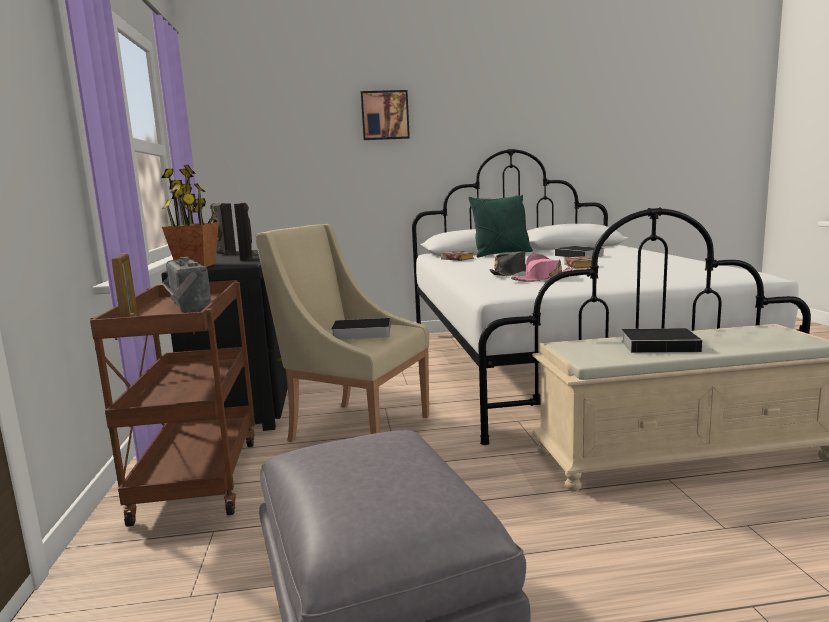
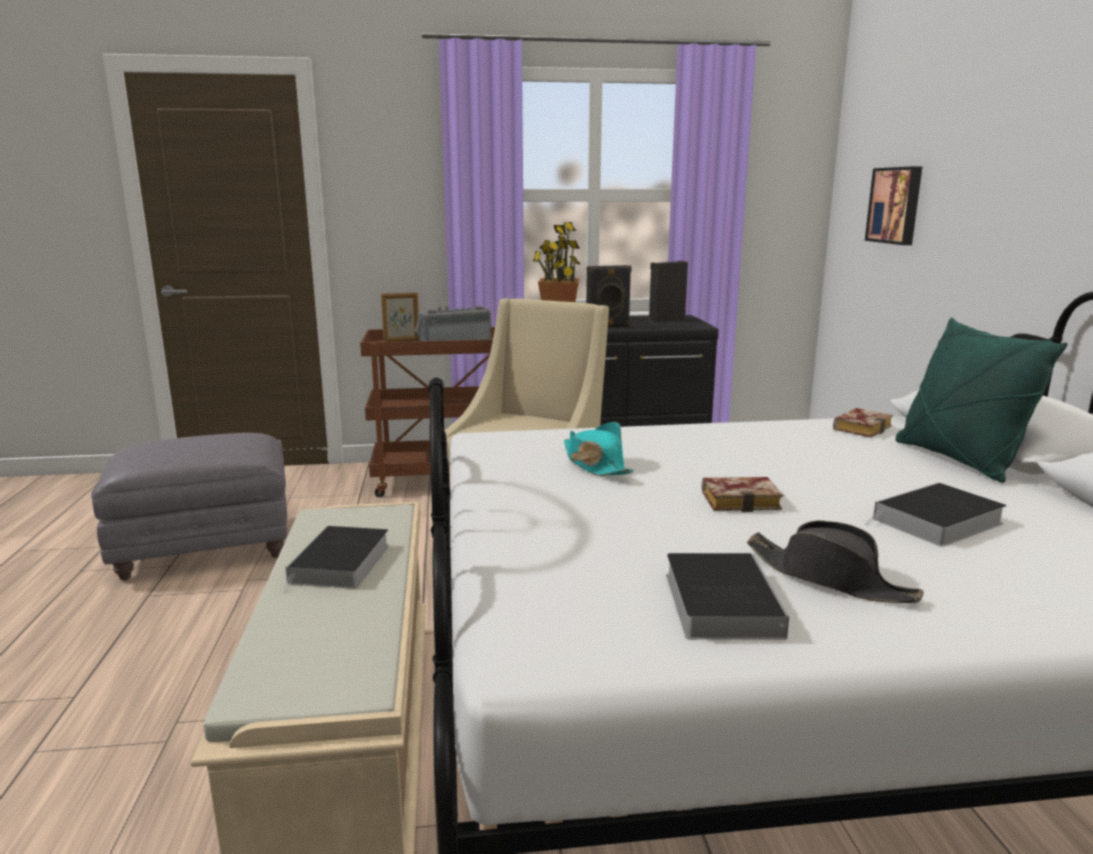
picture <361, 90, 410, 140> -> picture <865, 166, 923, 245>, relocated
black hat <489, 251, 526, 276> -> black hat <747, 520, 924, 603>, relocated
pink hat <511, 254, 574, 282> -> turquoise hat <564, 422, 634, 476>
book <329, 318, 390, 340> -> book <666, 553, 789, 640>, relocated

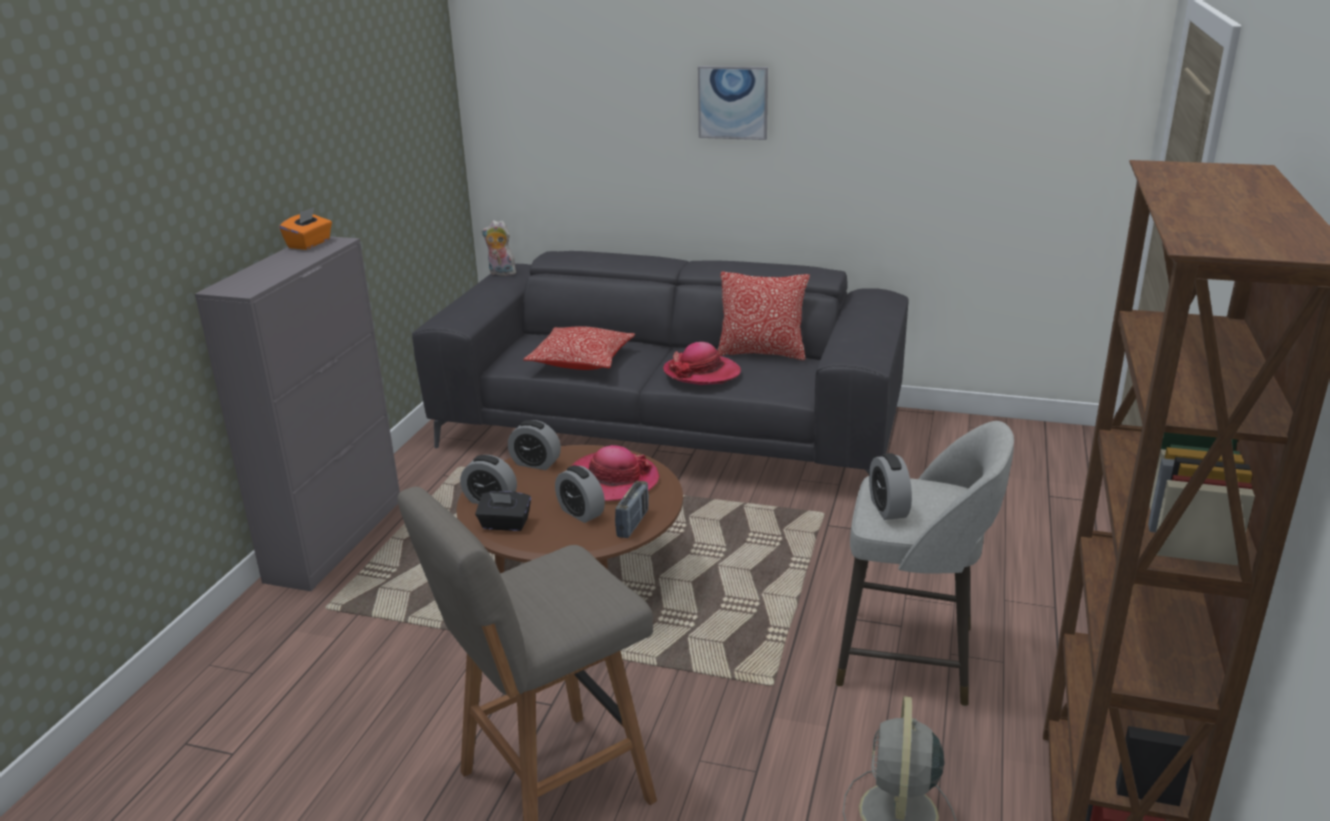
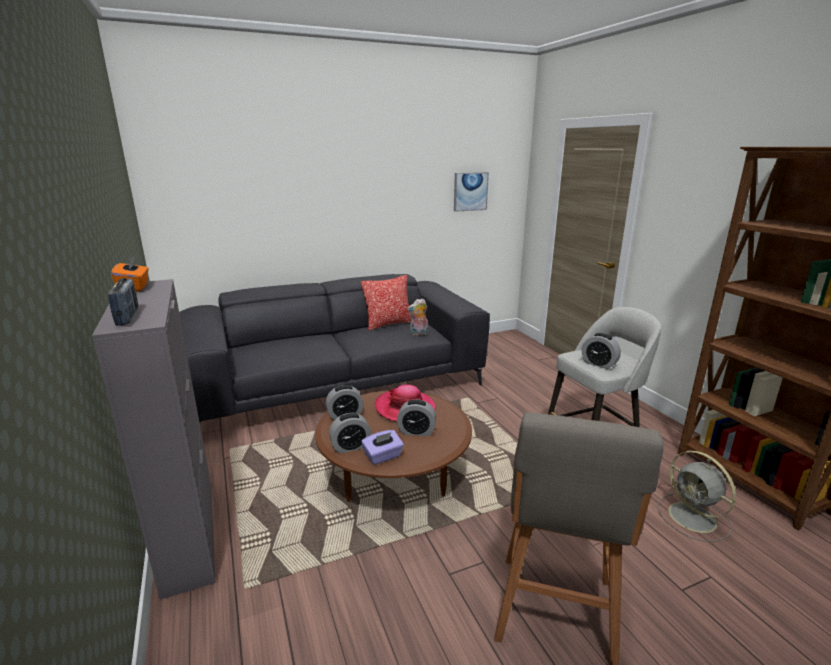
picture <698, 66, 768, 140> -> picture <454, 172, 489, 212>, relocated
plush toy <482, 220, 516, 276> -> plush toy <407, 298, 428, 336>, relocated
pillow <523, 326, 635, 370> -> none
hat <663, 342, 741, 385> -> none
radio <615, 481, 649, 538> -> radio <108, 278, 138, 326>, relocated
black tissue box <475, 491, 531, 531> -> purple tissue box <361, 430, 404, 465>

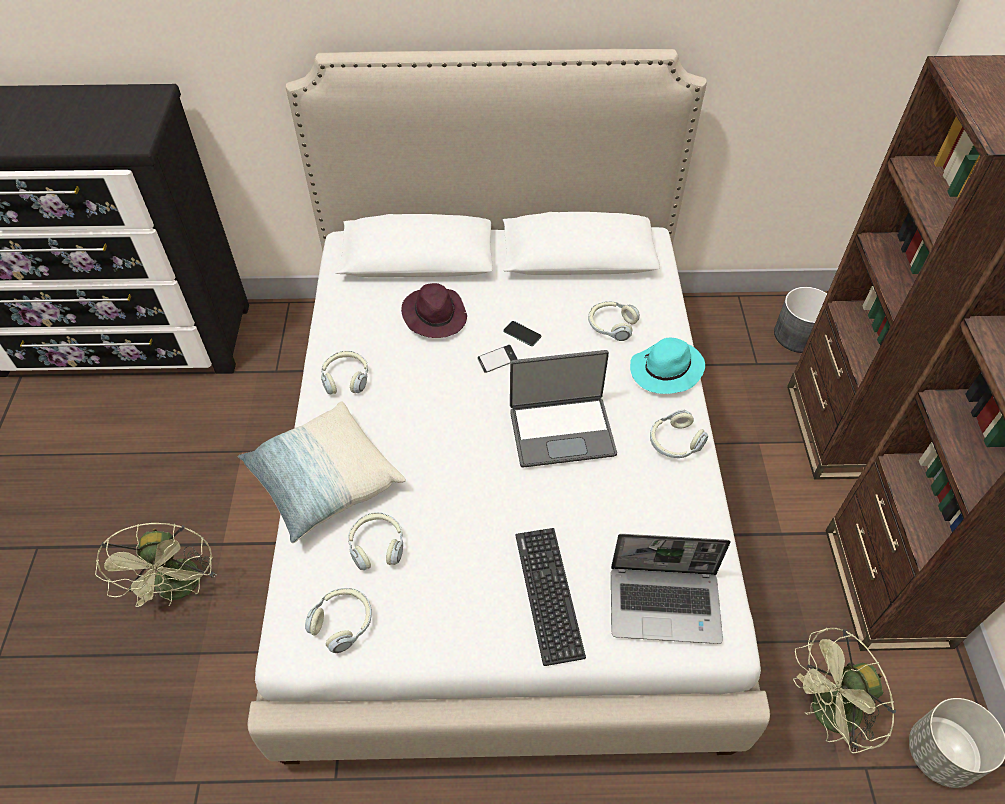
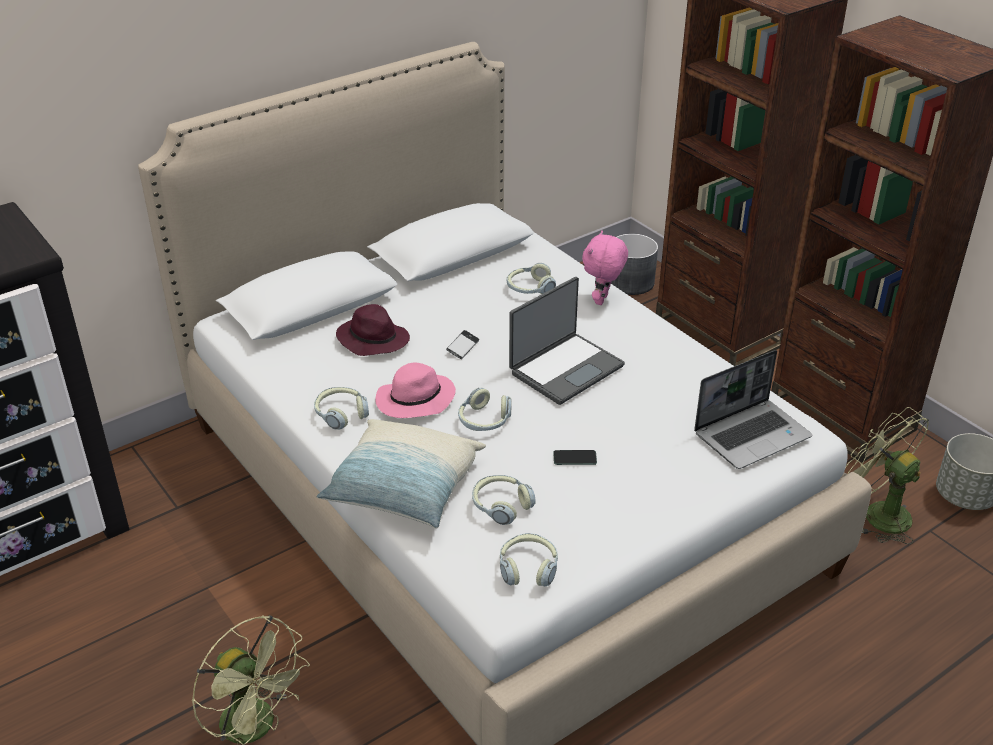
phone <503, 321, 542, 346> -> phone <553, 450, 597, 465>, relocated
turquoise hat <630, 337, 705, 394> -> pink plush toy <582, 230, 628, 305>
headphones <650, 410, 708, 458> -> headphones <458, 388, 512, 431>, relocated
keyboard <515, 528, 586, 666> -> none
green fan <793, 628, 896, 753> -> green fan <846, 407, 929, 545>, 105 degrees clockwise
none -> pink hat <375, 363, 456, 418>

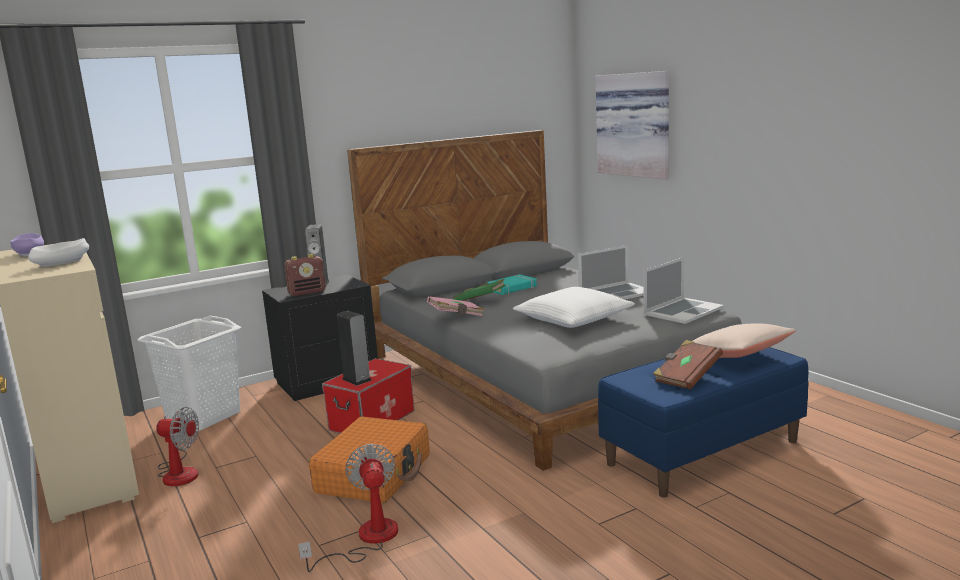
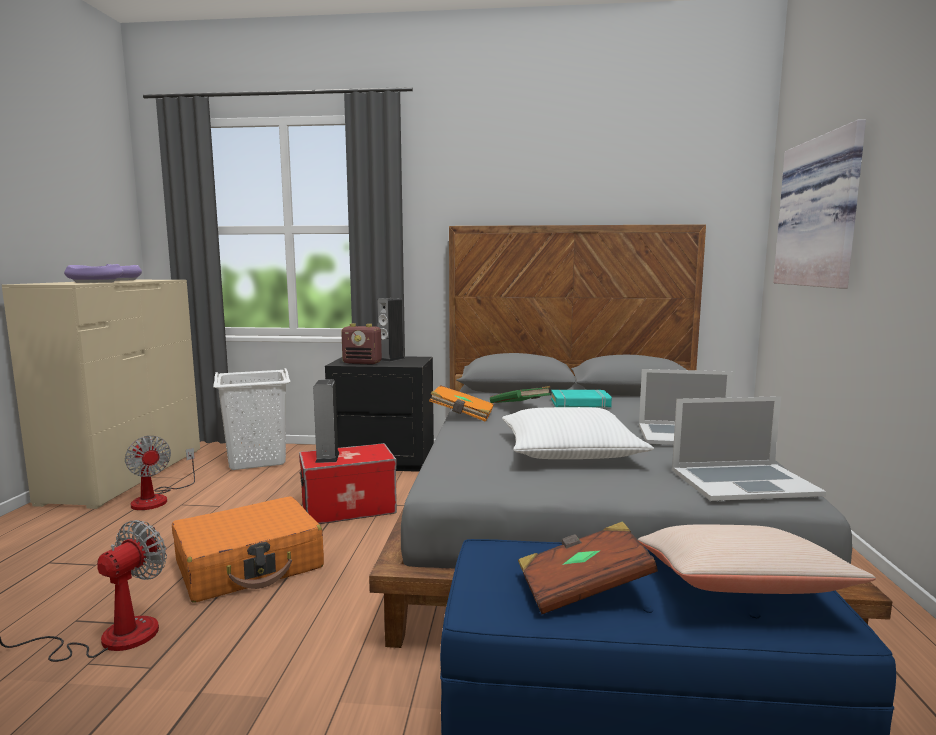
white bowl <28, 238, 89, 267> -> purple bowl <64, 264, 123, 283>
pink book <427, 296, 485, 316> -> orange book <429, 385, 494, 422>

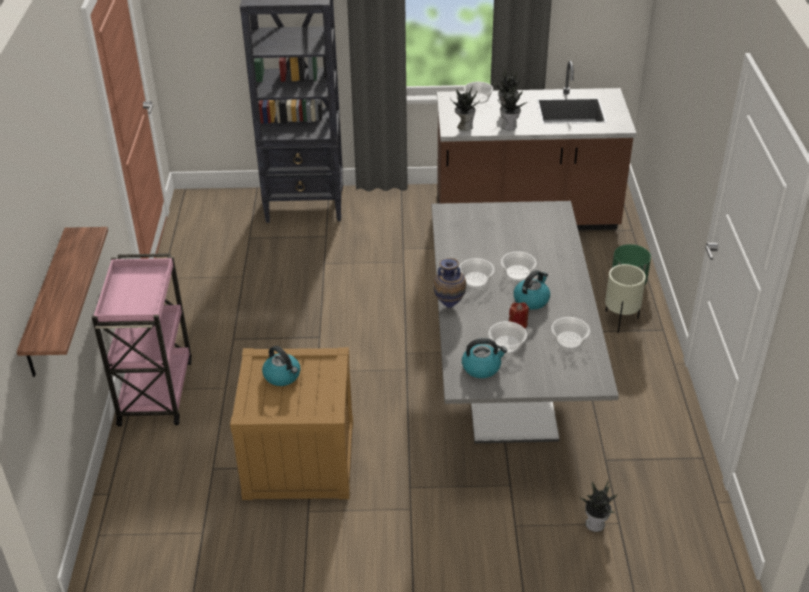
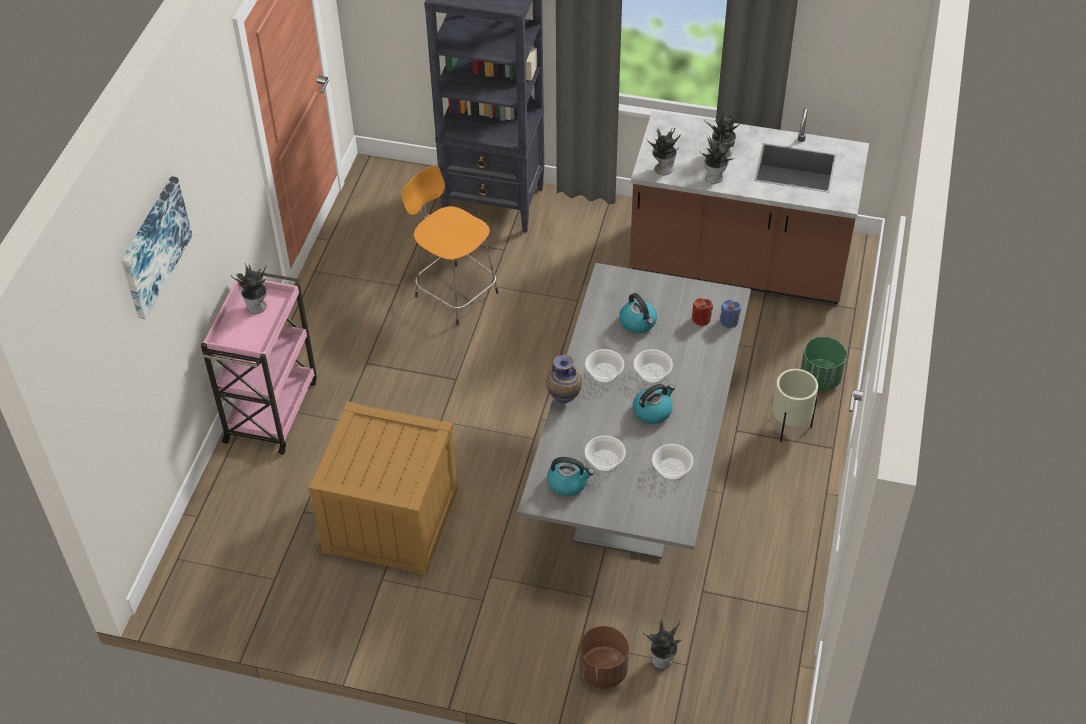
bowl <464, 82, 493, 104> -> none
shelf <16, 227, 108, 377> -> none
red candle <509, 302, 529, 328> -> red candle <692, 298, 713, 326>, relocated
kettle <262, 346, 300, 386> -> kettle <619, 293, 657, 333>, relocated
none -> orange stool <401, 165, 498, 325>
none -> picture <121, 176, 192, 319>
none -> potted plant <231, 263, 267, 314>
none -> blue candle <720, 300, 741, 328>
none -> brown planter <579, 626, 629, 689>

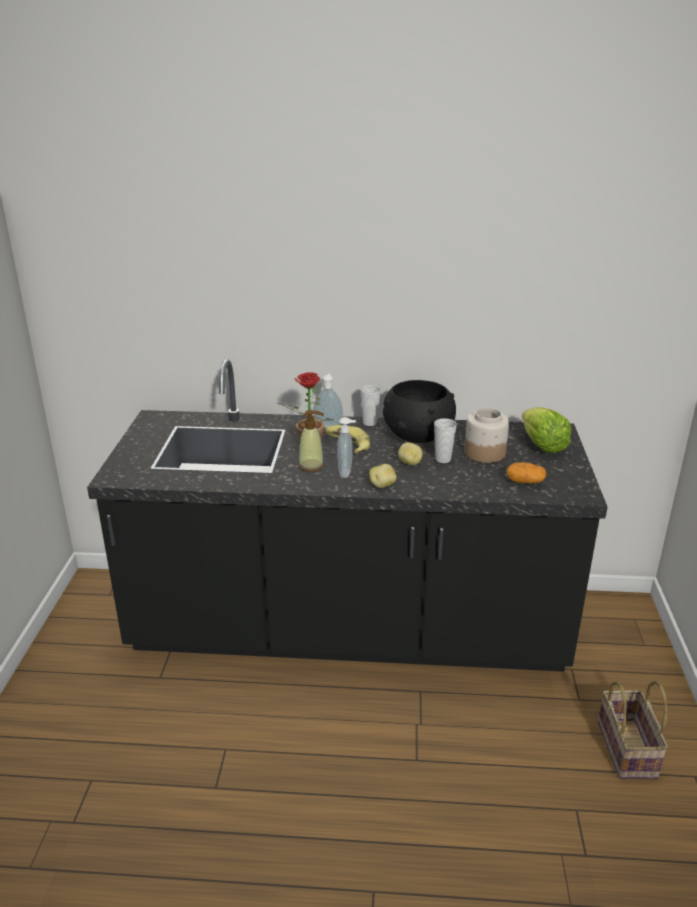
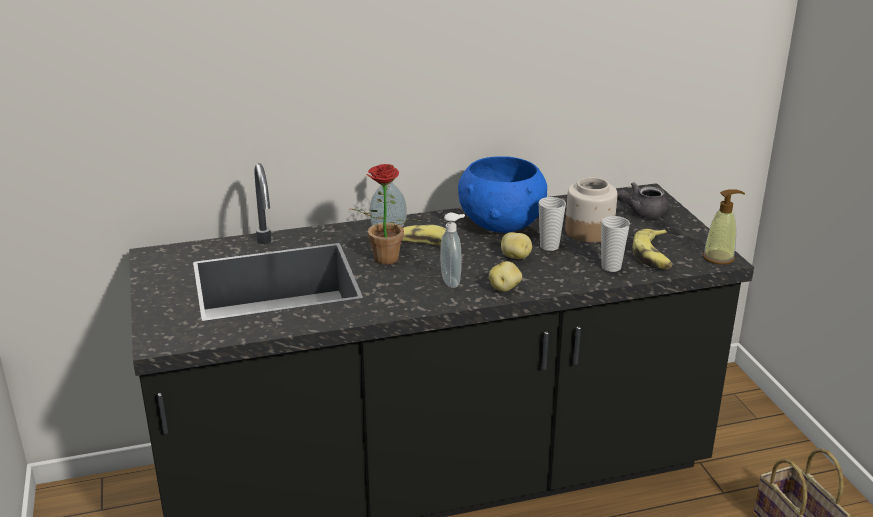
black bowl <383, 380, 456, 443> -> blue bowl <458, 157, 547, 233>
cup <360, 385, 381, 426> -> cup <601, 216, 630, 272>, relocated
lettuce <522, 407, 572, 453> -> grey teapot <617, 182, 669, 218>
soap dispenser <298, 410, 324, 472> -> soap dispenser <703, 189, 745, 265>, relocated
potato <506, 462, 547, 483> -> banana <633, 229, 672, 269>

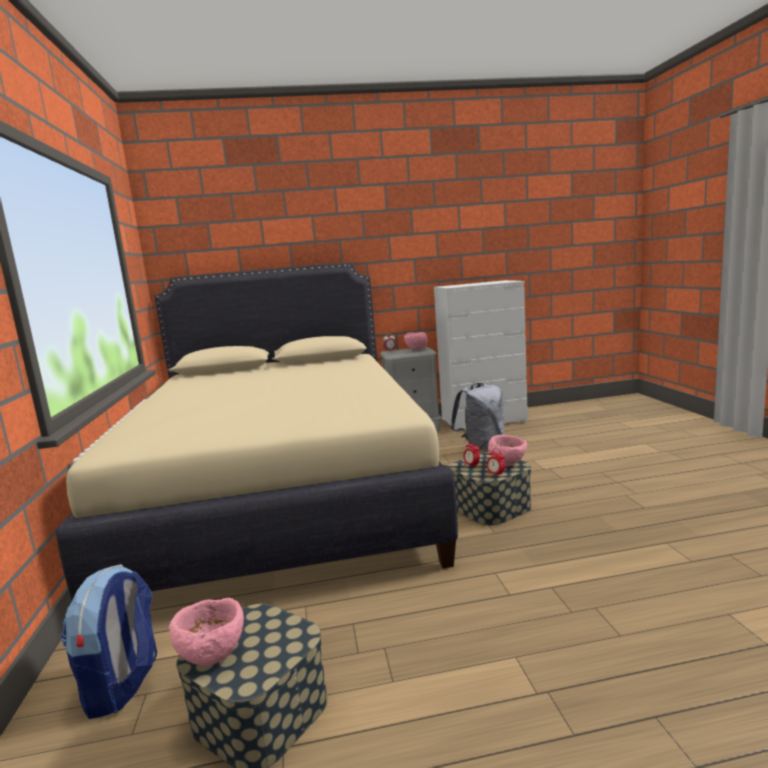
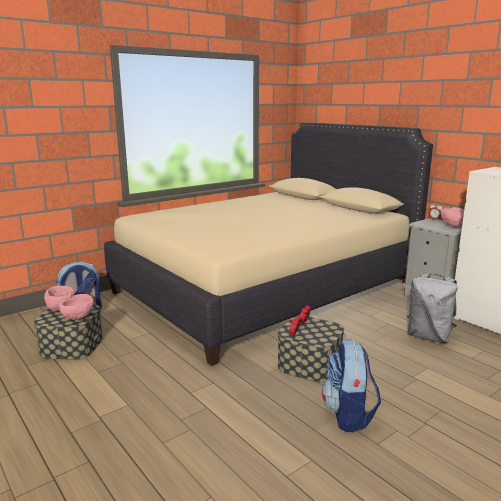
pink bowl <488, 435, 527, 466> -> pink bowl <59, 294, 94, 320>, relocated
none -> backpack <322, 339, 381, 432>

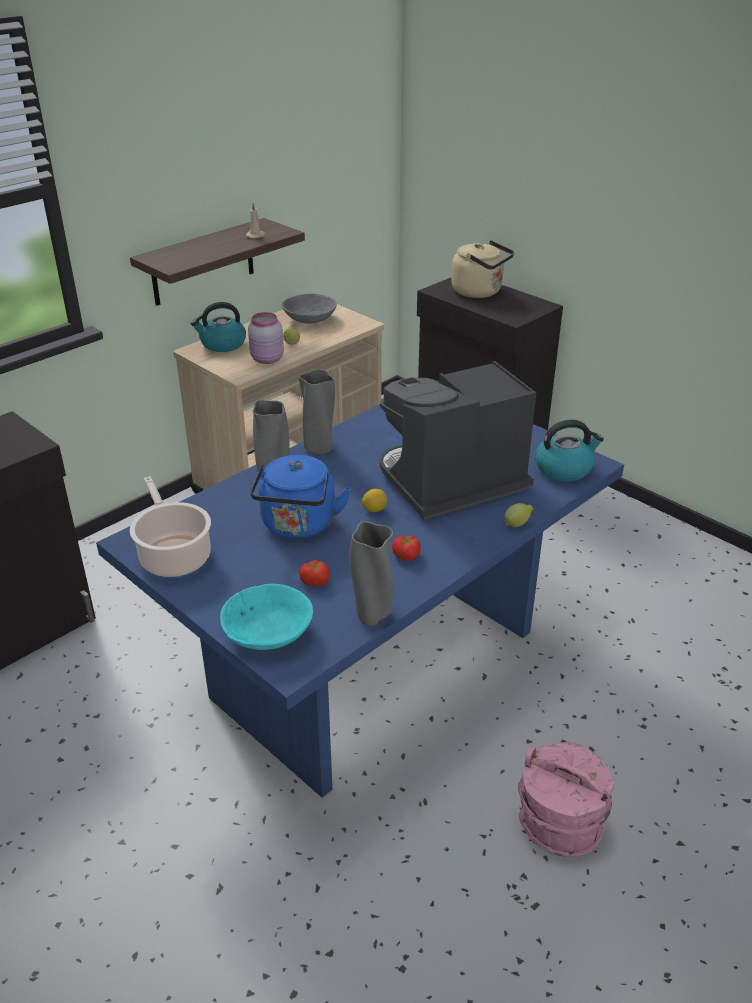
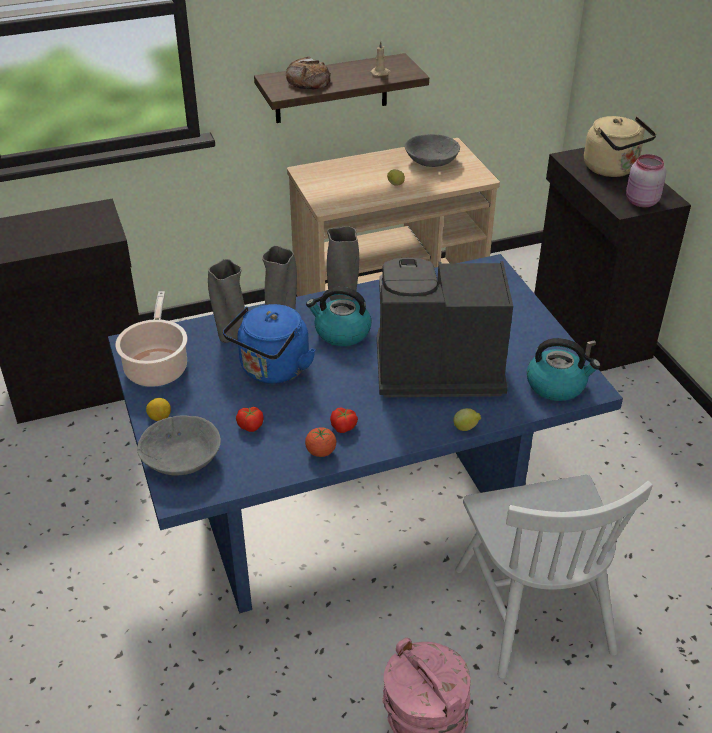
kettle <191, 302, 246, 352> -> kettle <306, 287, 371, 346>, relocated
pink jar <248, 312, 284, 364> -> pink jar <626, 154, 666, 207>, relocated
lemon <362, 489, 387, 512> -> lemon <146, 398, 171, 421>, relocated
grey vase <349, 521, 393, 626> -> grey vase <208, 259, 245, 343>, relocated
turquoise bowl <220, 584, 313, 650> -> grey bowl <137, 415, 221, 475>
none -> bread <286, 57, 331, 90>
none -> tomato <305, 427, 336, 457>
none -> white chair <455, 475, 653, 679>

